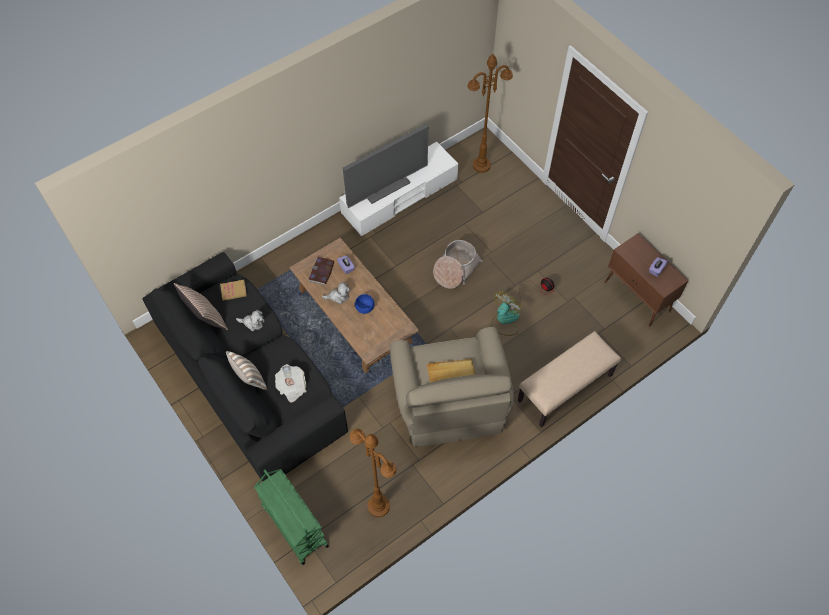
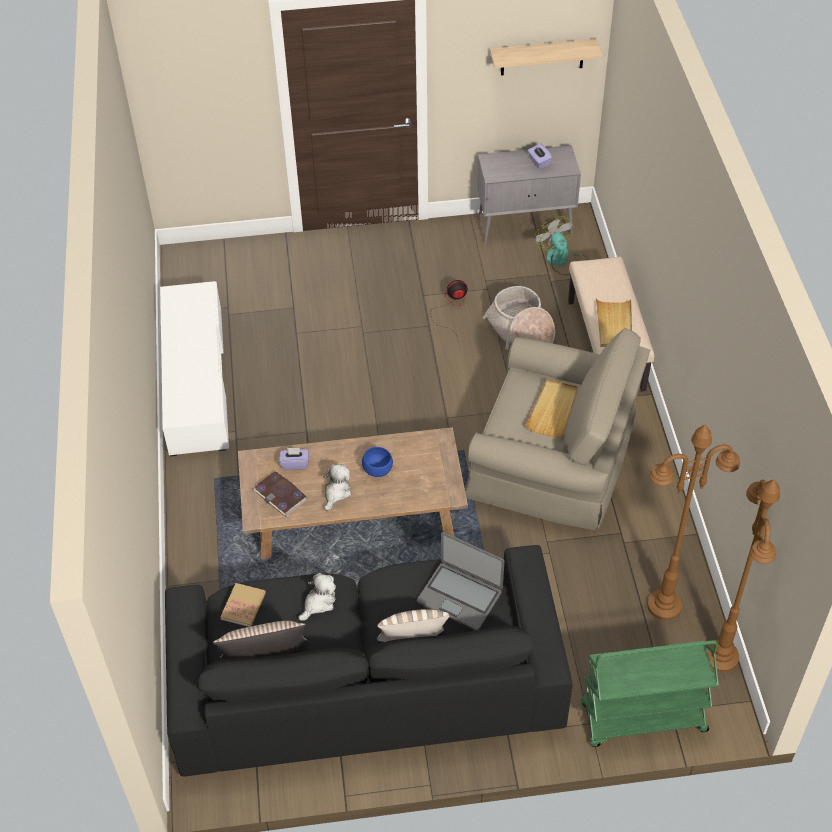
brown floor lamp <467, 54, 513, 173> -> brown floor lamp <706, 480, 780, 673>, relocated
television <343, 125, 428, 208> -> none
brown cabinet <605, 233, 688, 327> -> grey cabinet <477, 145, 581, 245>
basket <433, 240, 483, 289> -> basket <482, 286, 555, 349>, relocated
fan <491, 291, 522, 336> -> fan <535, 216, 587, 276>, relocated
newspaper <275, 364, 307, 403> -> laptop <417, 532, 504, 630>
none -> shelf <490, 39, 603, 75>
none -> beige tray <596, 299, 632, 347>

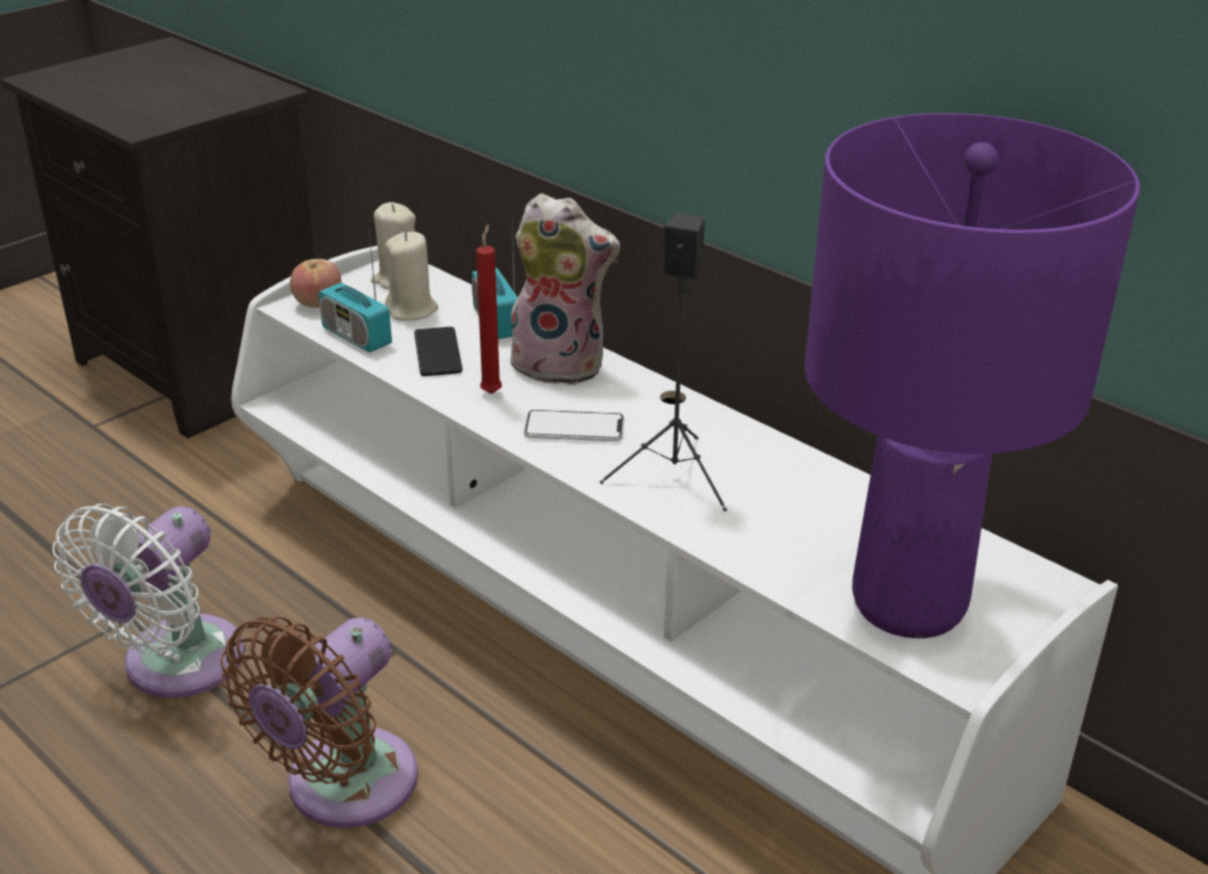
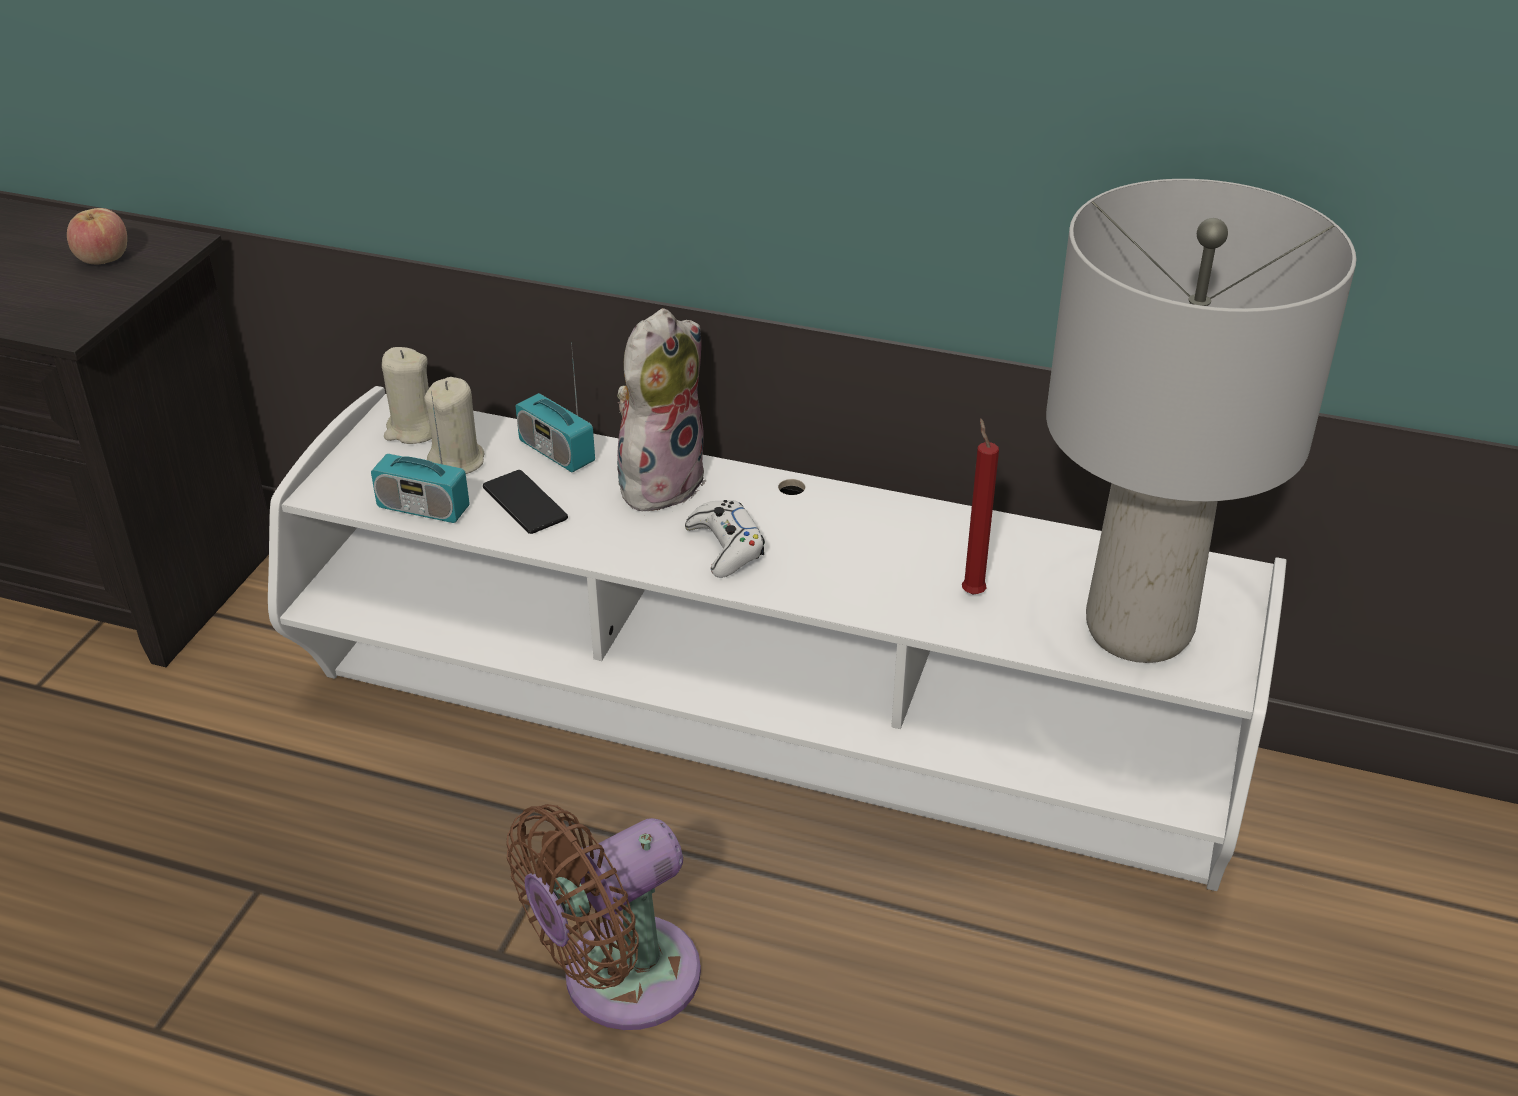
purple table lamp <805, 113, 1140, 638> -> grey table lamp <1046, 179, 1356, 663>
plush toy <506, 193, 620, 385> -> plush toy <617, 308, 706, 516>, 45 degrees counterclockwise
black speaker <600, 213, 727, 511> -> none
red candle <476, 224, 502, 394> -> red candle <962, 418, 999, 595>, relocated
apple <290, 259, 342, 308> -> apple <67, 208, 127, 265>, relocated
phone <524, 410, 624, 441> -> white game controller <685, 500, 765, 578>
white fan <52, 504, 245, 698> -> none
brown fan <221, 617, 418, 828> -> brown fan <506, 804, 701, 1030>, 45 degrees clockwise

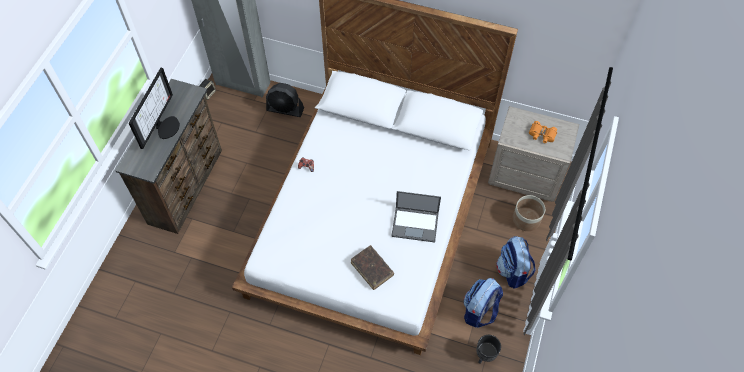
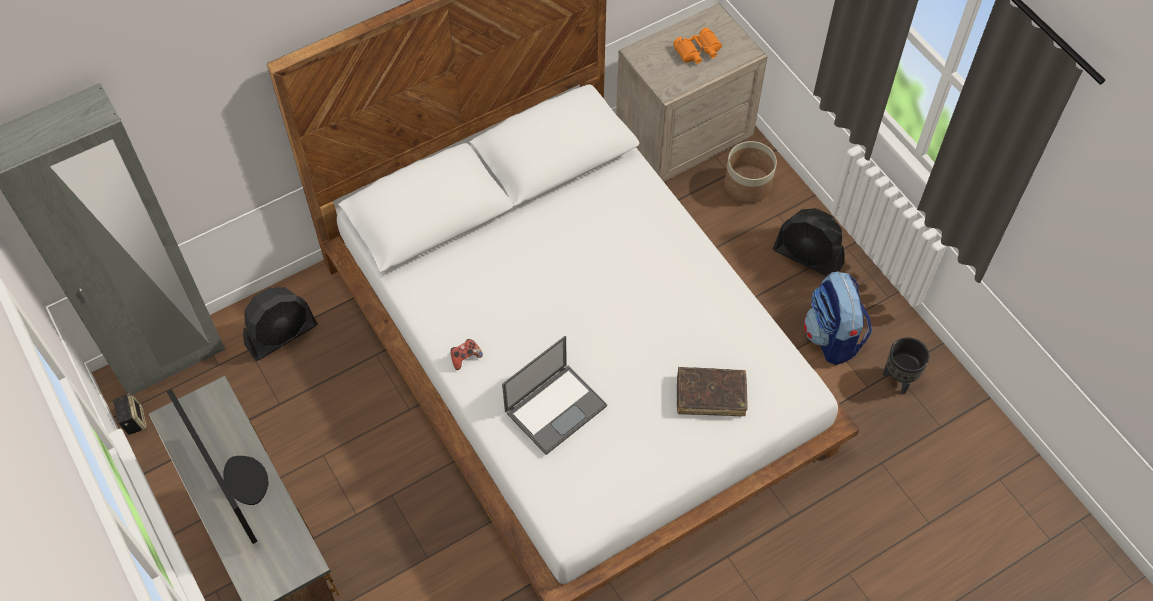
laptop <391, 191, 441, 243> -> laptop <502, 336, 607, 455>, relocated
backpack <496, 236, 536, 289> -> black fan <773, 208, 845, 277>

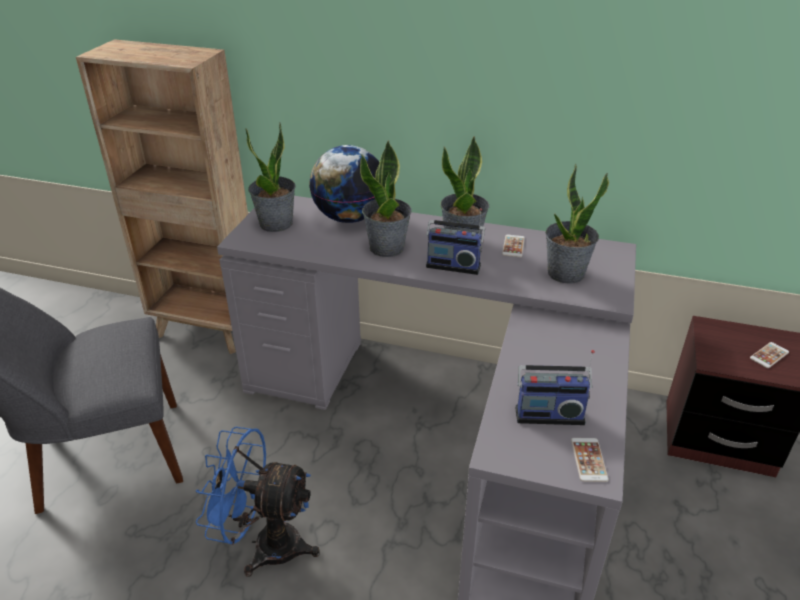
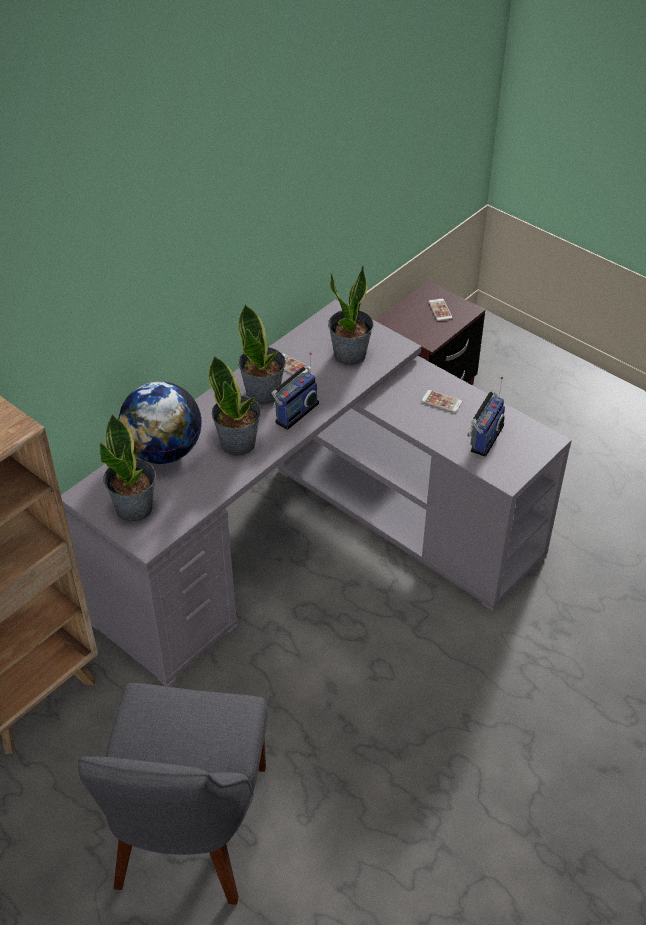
blue fan <196, 427, 320, 576> -> none
phone <571, 438, 609, 482> -> phone <421, 390, 462, 413>, relocated

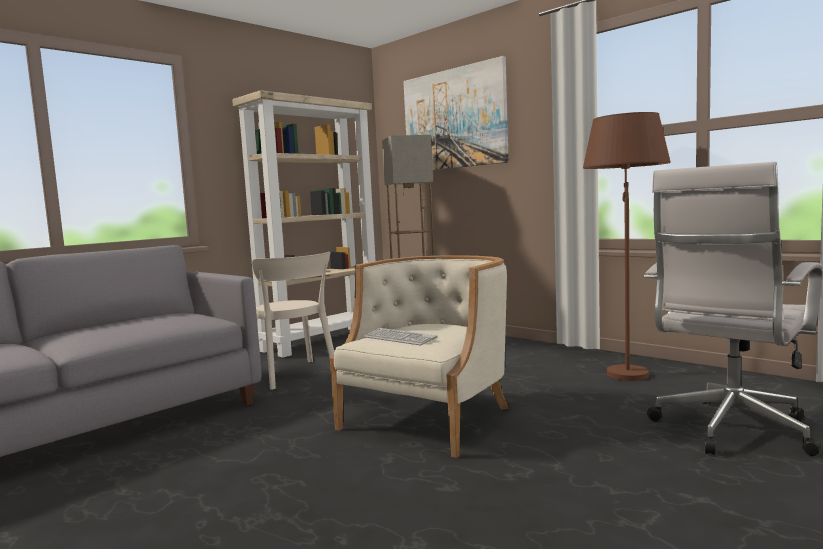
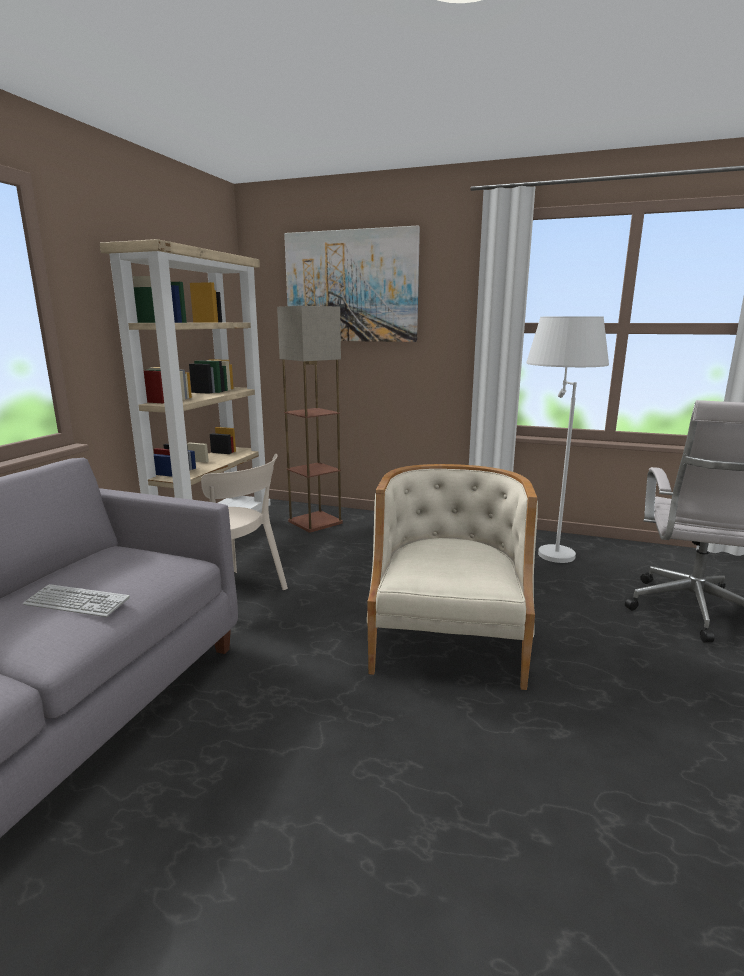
brown floor lamp <583, 112, 670, 381> -> white floor lamp <526, 316, 609, 563>
keyboard <363, 328, 437, 345> -> keyboard <23, 584, 130, 617>, relocated

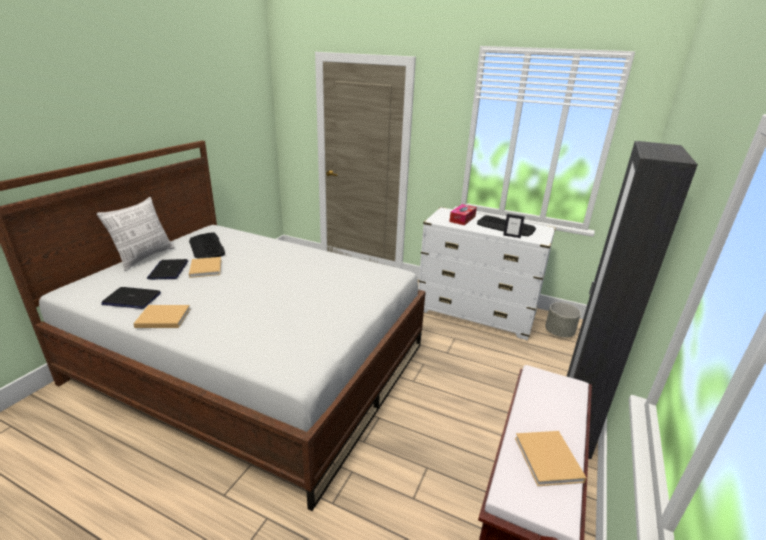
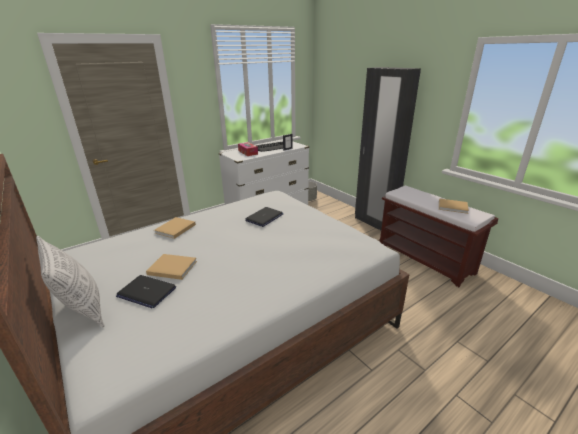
keyboard <189, 233, 225, 259> -> none
laptop <101, 287, 161, 309> -> laptop <245, 207, 283, 227>, relocated
beige book <133, 305, 190, 328> -> beige book <154, 217, 196, 239>, relocated

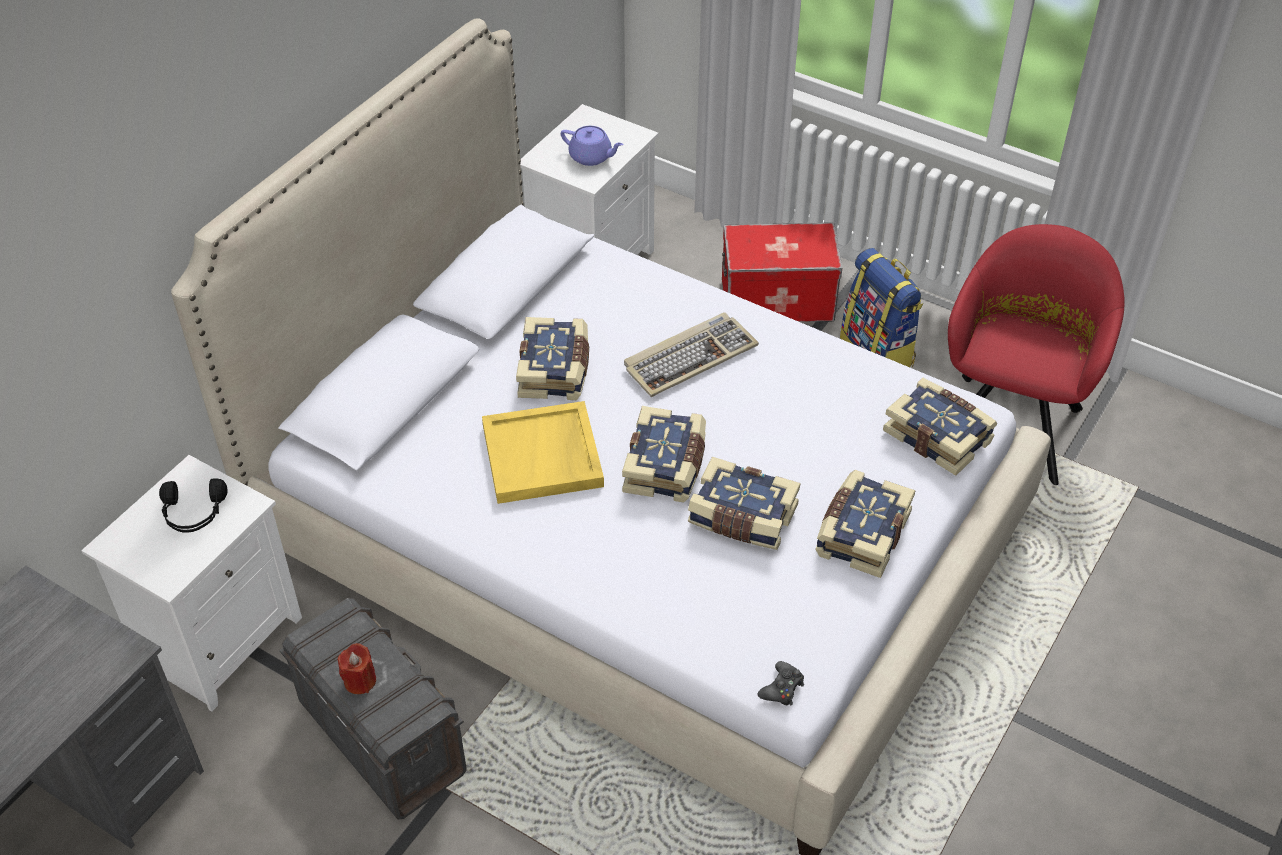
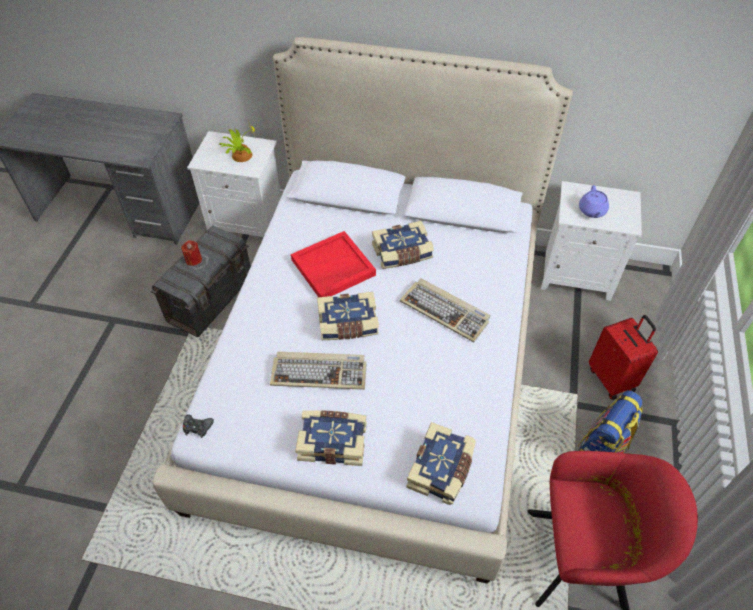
storage box <722, 223, 842, 322> -> red suitcase <589, 315, 658, 400>
yellow tray <482, 401, 604, 504> -> red tray <291, 231, 376, 297>
book <688, 457, 800, 550> -> keyboard <270, 352, 367, 390>
black headphones <159, 478, 227, 533> -> potted plant <219, 119, 255, 162>

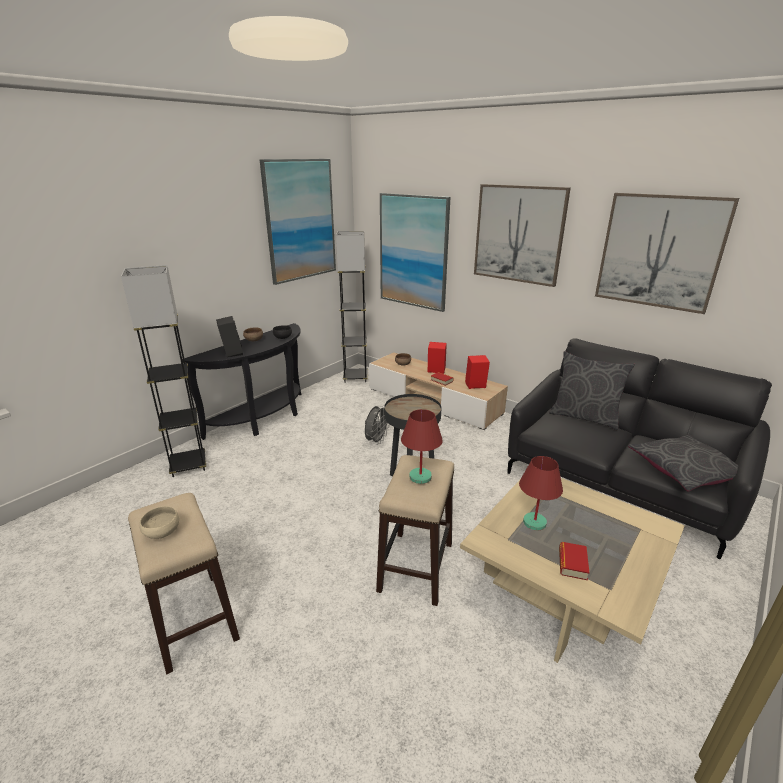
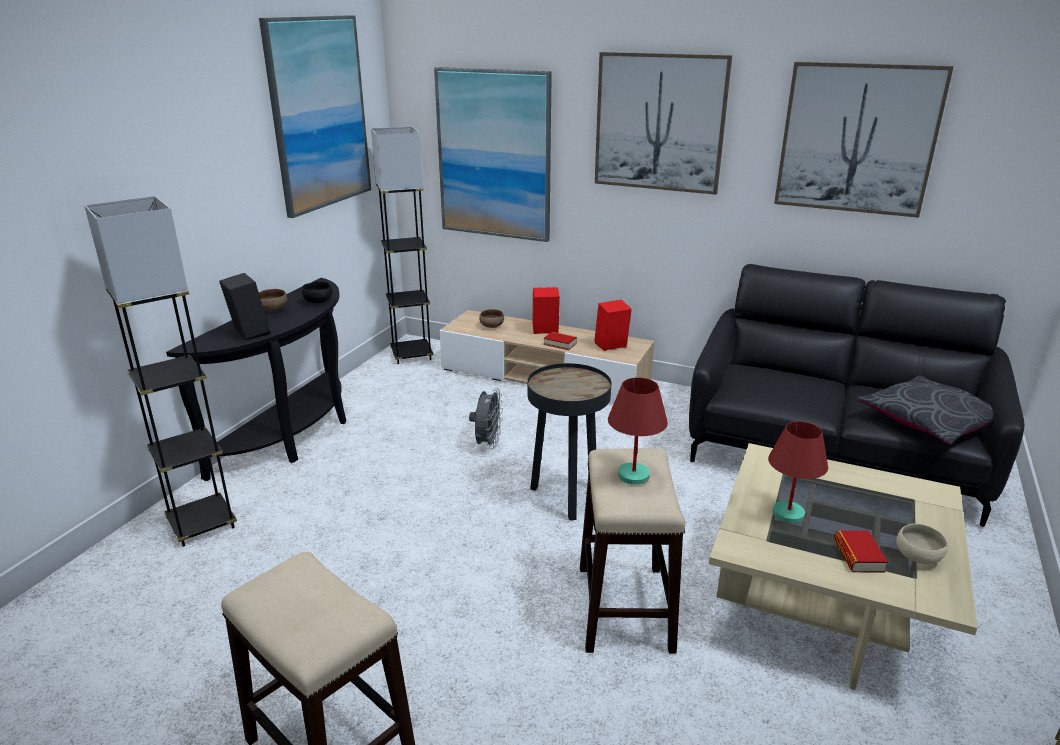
grey pillow <549, 351, 635, 430> -> none
beige bowl <139, 506, 179, 539> -> beige bowl <896, 523, 948, 564>, relocated

